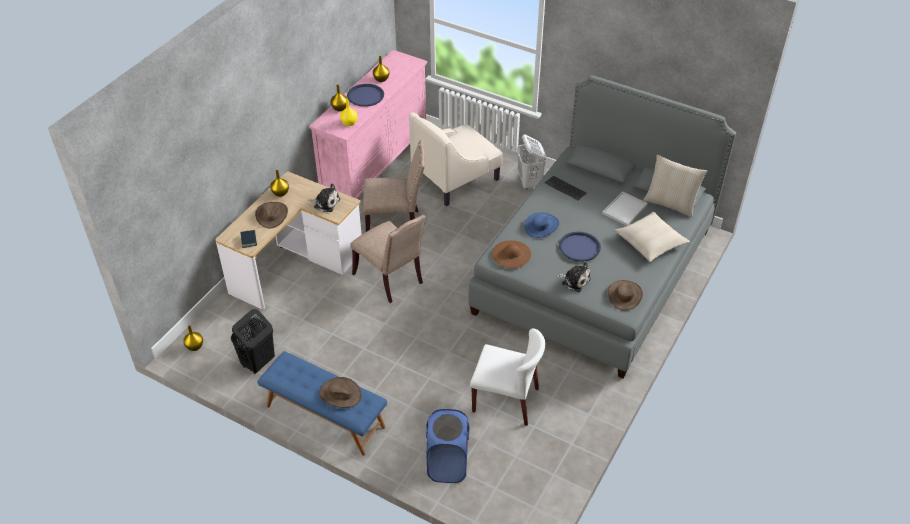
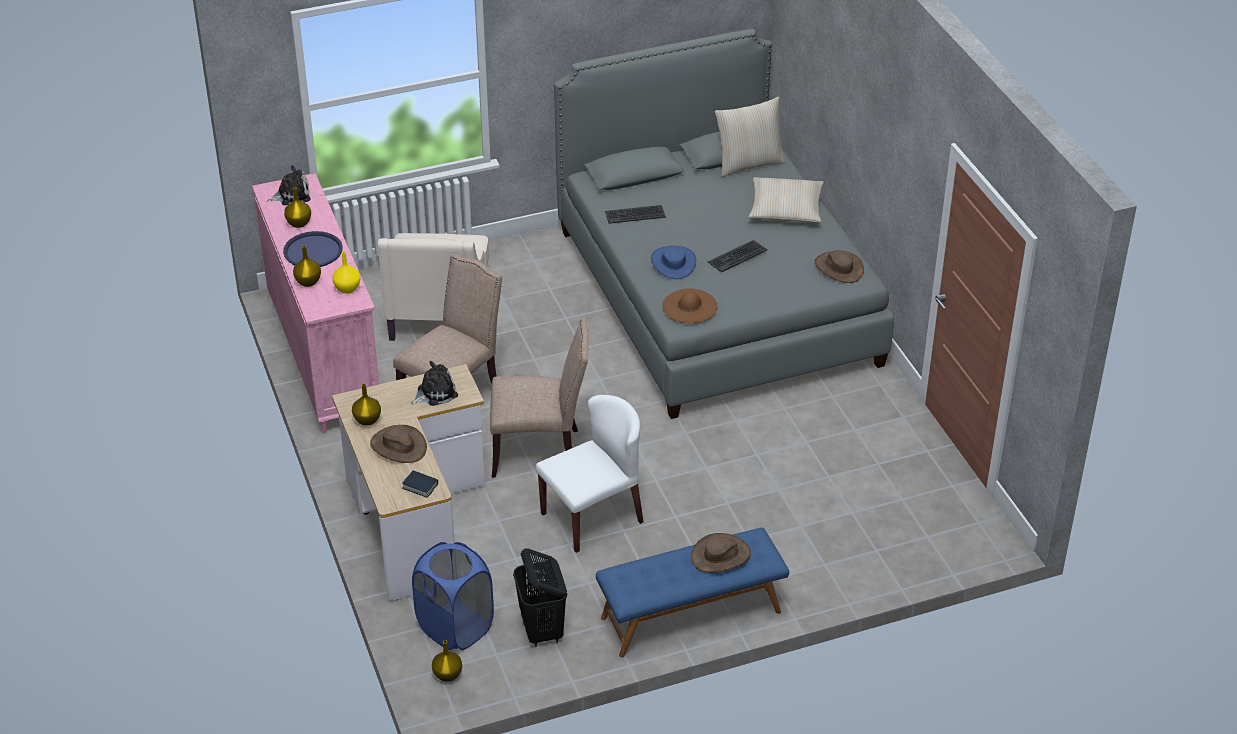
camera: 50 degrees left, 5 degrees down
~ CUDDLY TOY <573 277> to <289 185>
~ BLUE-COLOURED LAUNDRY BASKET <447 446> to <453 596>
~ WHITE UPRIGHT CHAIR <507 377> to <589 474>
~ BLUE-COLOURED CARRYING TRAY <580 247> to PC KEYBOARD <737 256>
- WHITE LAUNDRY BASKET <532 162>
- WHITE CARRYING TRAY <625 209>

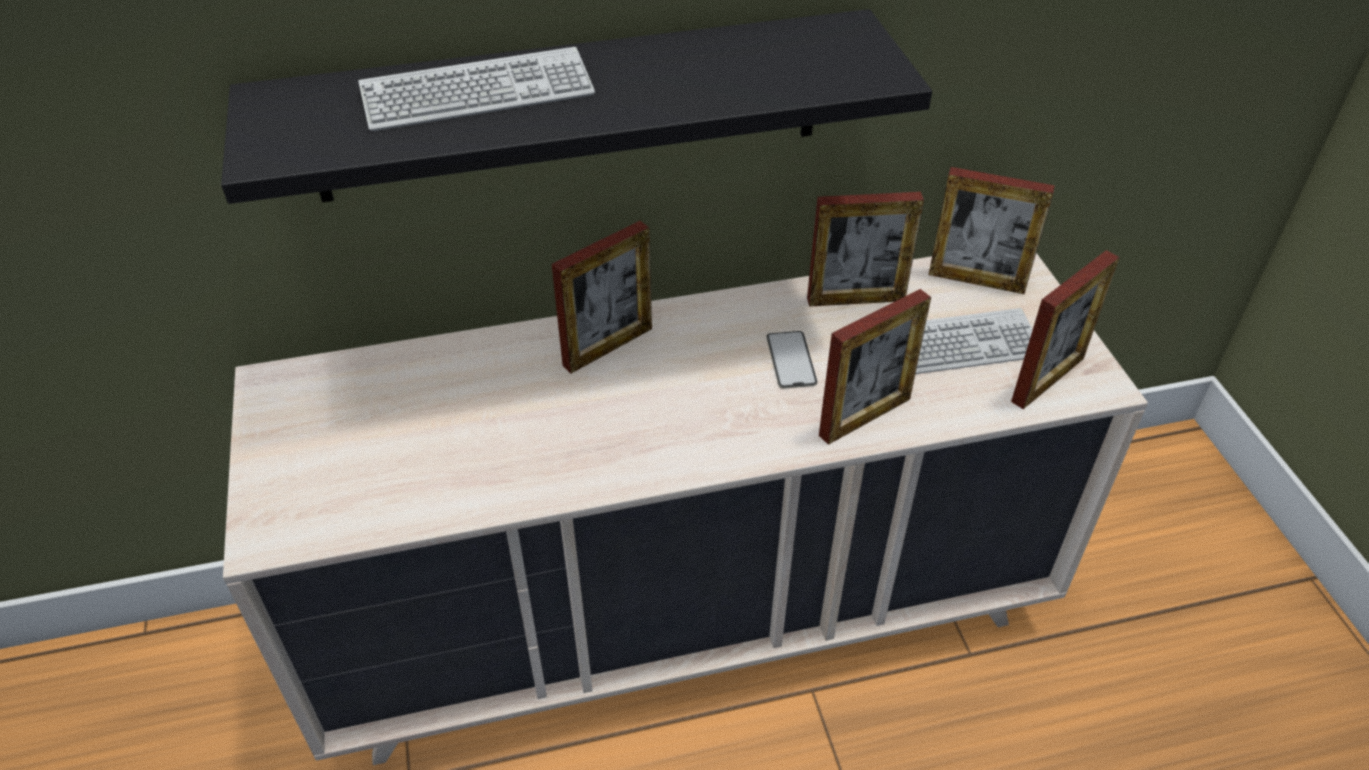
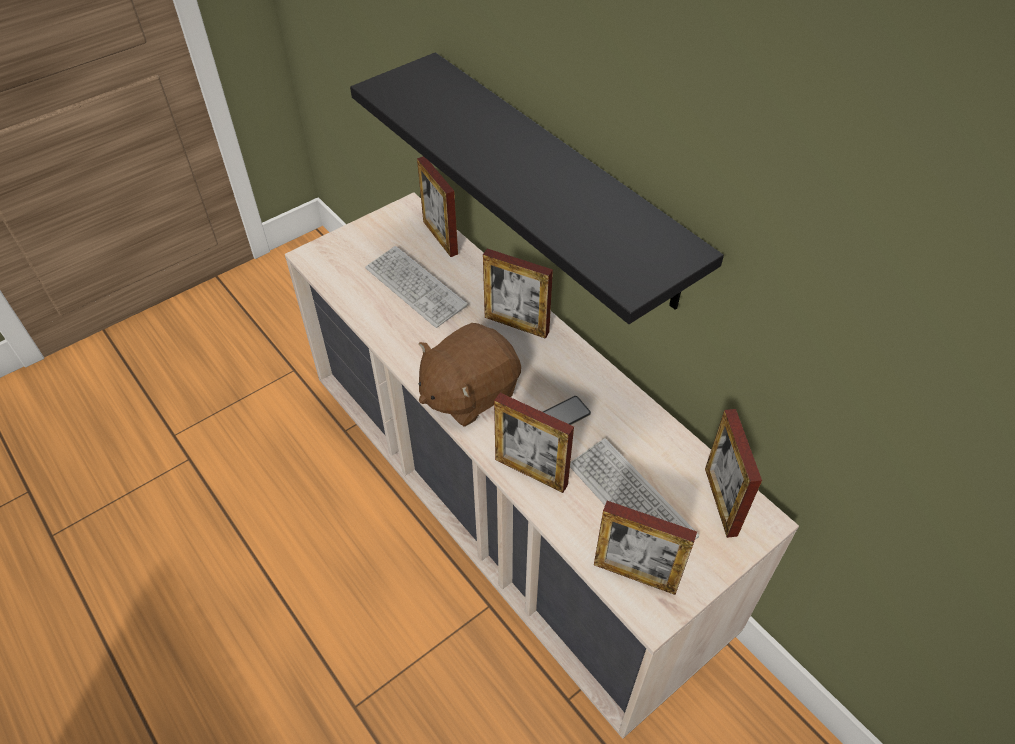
camera: 65 degrees right, 5 degrees up
~ PC KEYBOARD <476 89> to <416 287>
~ PHOTO FRAME <865 249> to <437 206>
+ BROWN CUDDLY TOY <470 375>

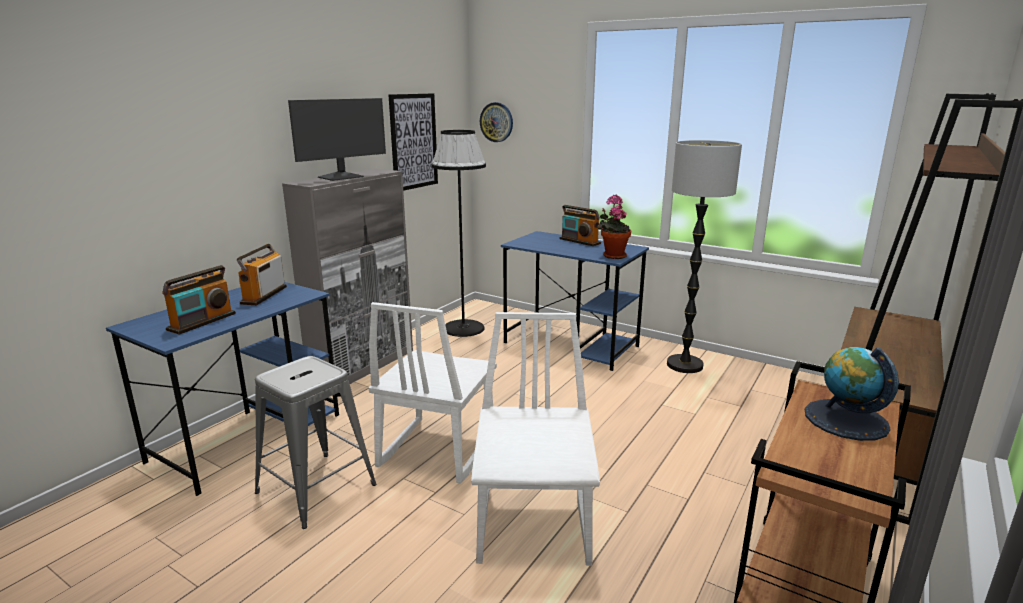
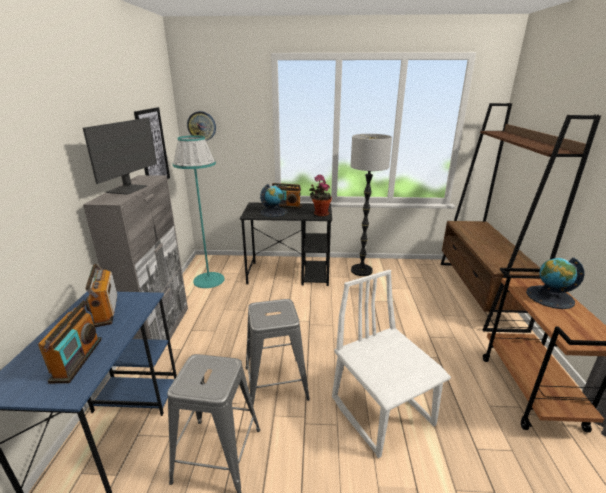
camera: 30 degrees left, 5 degrees up
~ BLACK-COLOURED FLOOR LAMP <458 233> to TURQUOISE FLOOR LAMP <199 211>
~ BLUE-COLOURED DESK TABLE <575 301> to BLACK-COLOURED DESK TABLE <286 244>
~ WHITE UPRIGHT CHAIR <433 393> to GREYISH SITTING STOOL <278 352>
+ WORLD GLOBE <273 200>

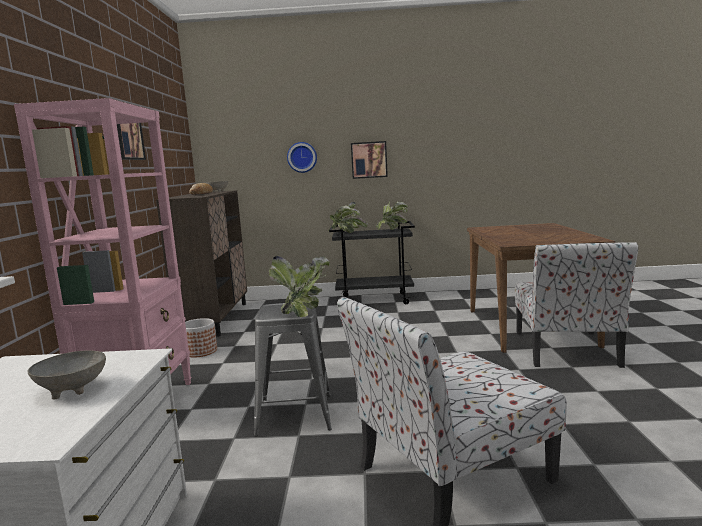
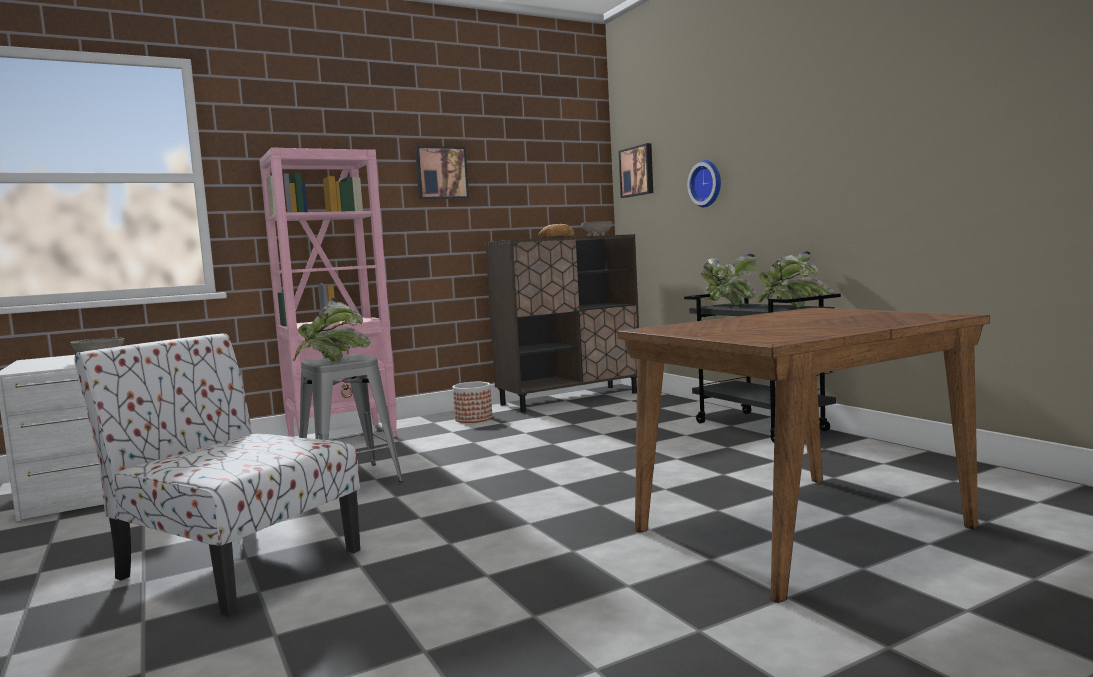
camera: 60 degrees right, 5 degrees down
~ WALL PICTURE <369 160> to <635 170>
- UPRIGHT CHAIR <576 305>

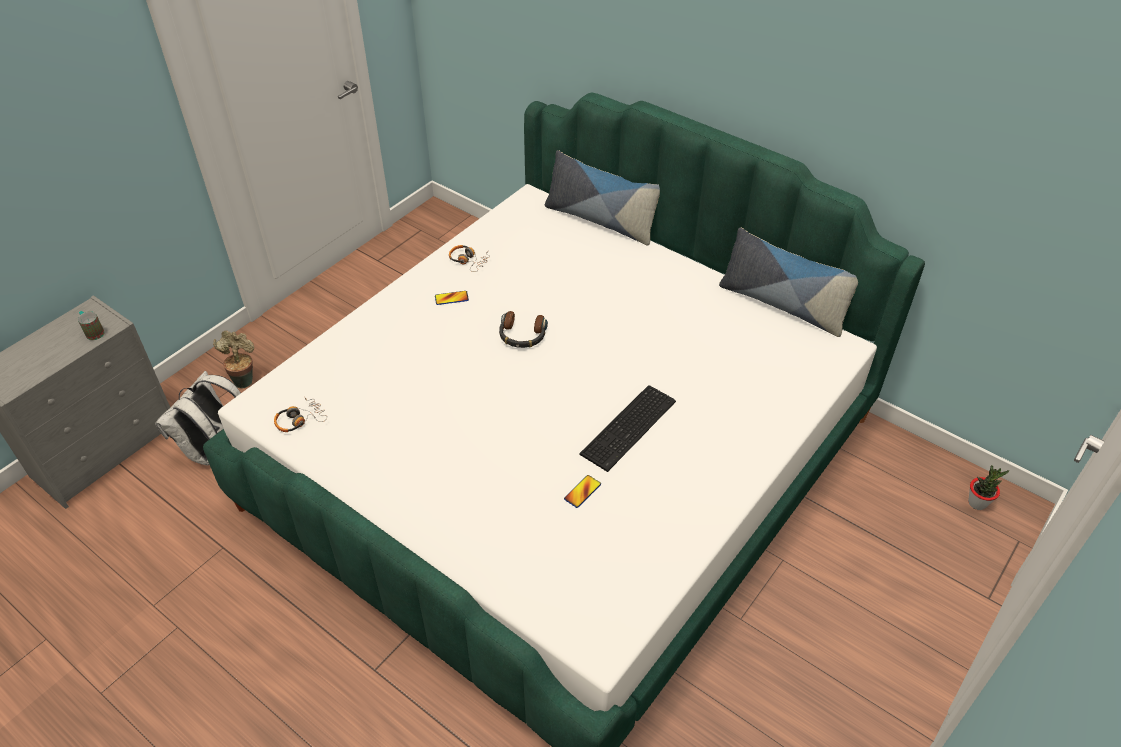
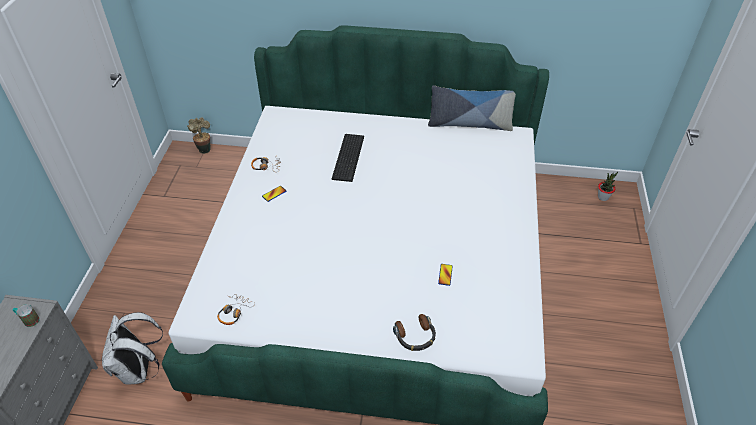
camera: 30 degrees left, 0 degrees up
~ PLANT IN A POT <233 360> to <199 136>
~ PC KEYBOARD <627 428> to <347 158>
~ HEADPHONES <523 329> to <414 332>
- CUSHION <602 198>

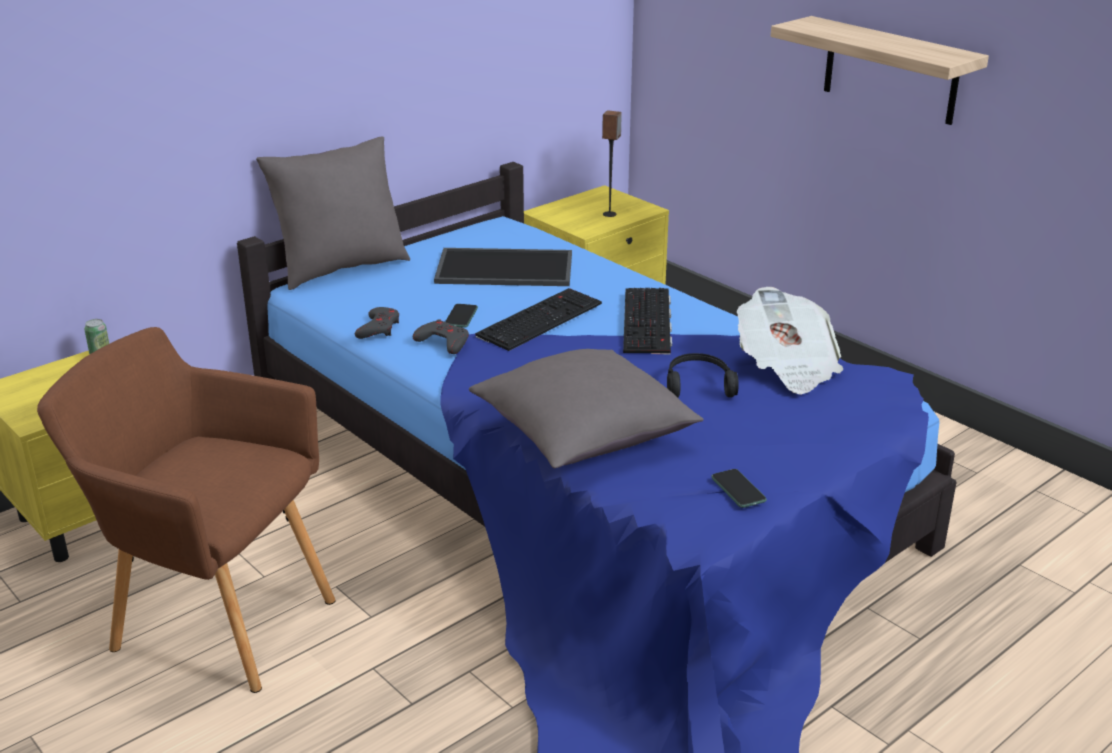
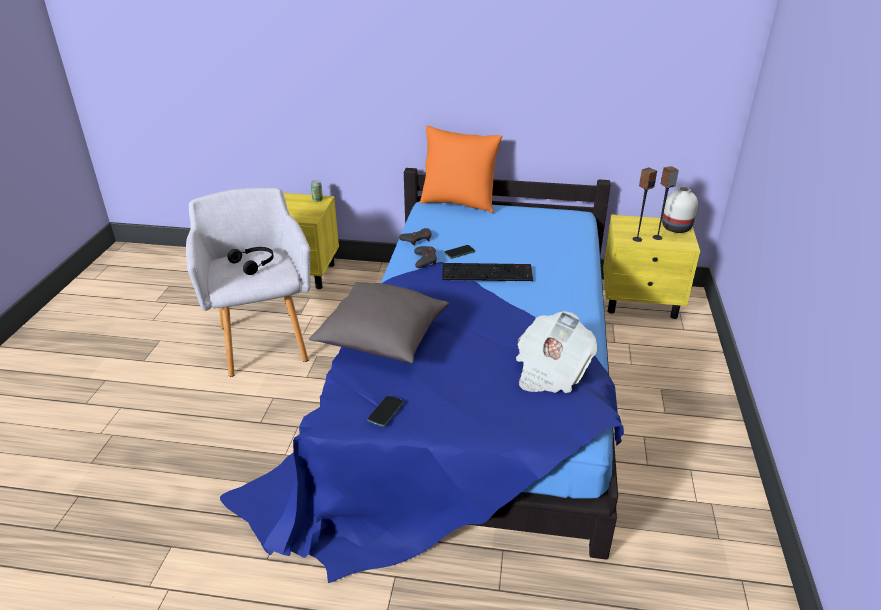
camera: 50 degrees right, 5 degrees up
~ BROWN ARMCHAIR <186 510> to GREYISH ARMCHAIR <248 282>
~ BLACK-COLOURED HEADPHONES <703 375> to <250 261>
~ GREYISH CUSHION <333 213> to ORANGE-COLOURED CUSHION <461 170>
+ LOUDSPEAKER <644 204>
+ WHITE FLOWER VASE <680 210>
- CARRYING TRAY <503 267>
- PC KEYBOARD <647 321>
- BRACKET SHELF <880 70>

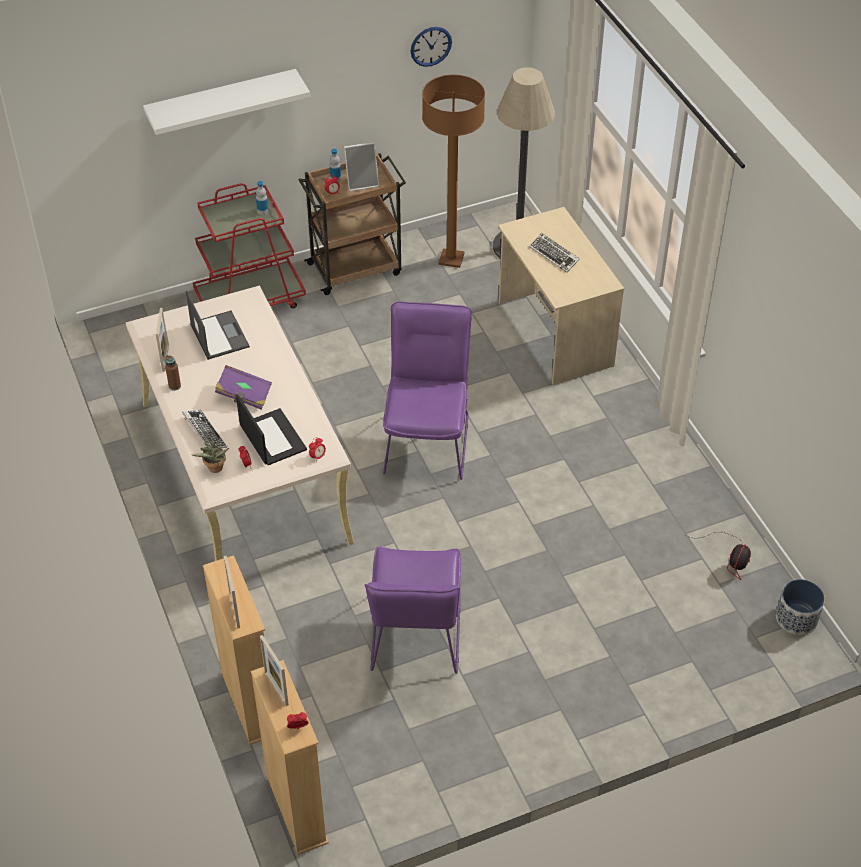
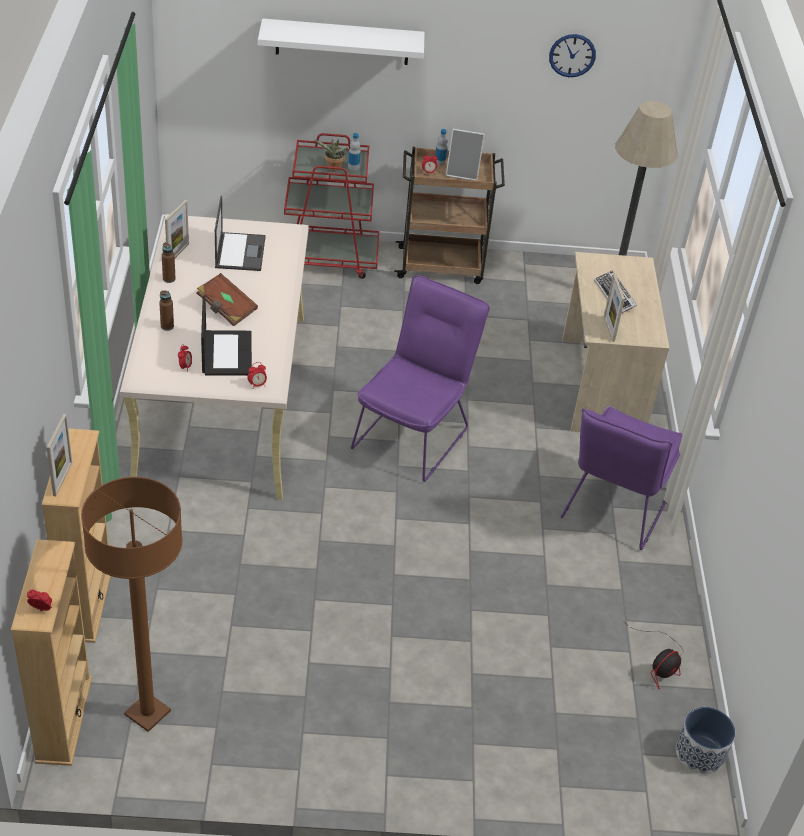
camera: 20 degrees right, 5 degrees down
~ BROWN FLOOR LAMP <453 171> to <132 604>
~ PC KEYBOARD <204 428> to BROWN DRINK BOTTLE <166 310>
~ PURPLE-COLOURED VOLUME <243 387> to BROWN VOLUME <227 299>
~ PLANT IN A POT <210 457> to <330 155>
~ PURPLE-COLOURED UPRIGHT CHAIR <413 610> to <622 478>
~ PHOTO FRAME <274 670> to <614 308>

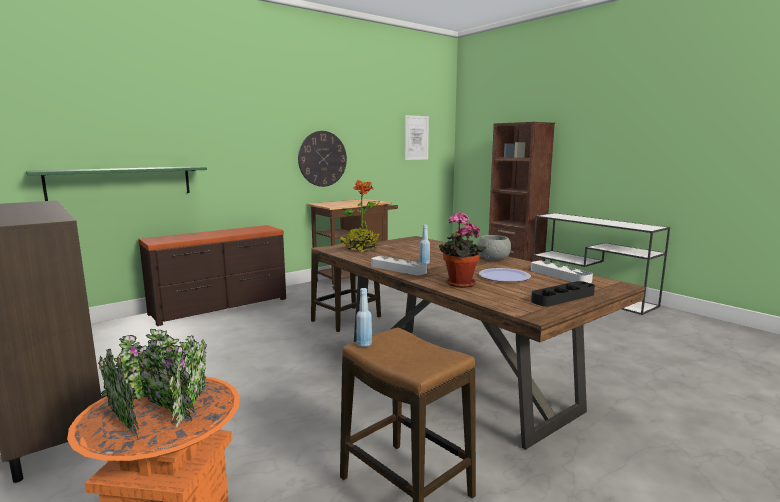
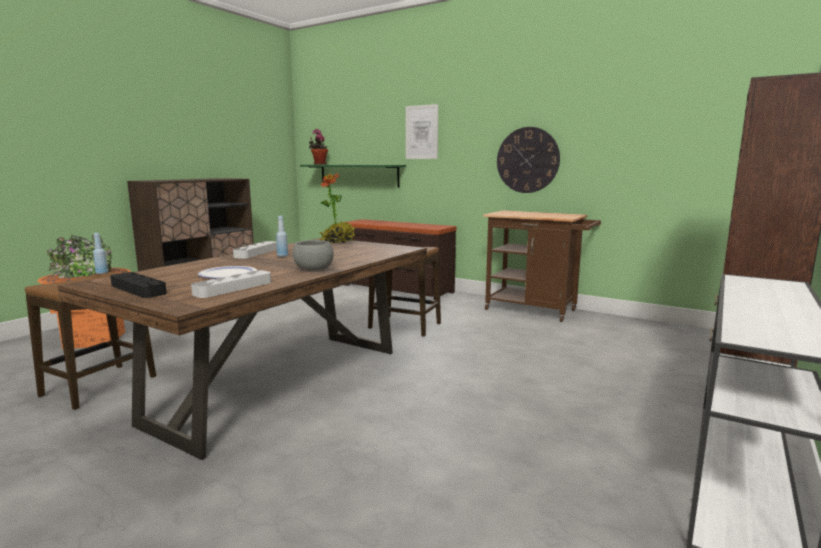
camera: 70 degrees right, 0 degrees up
~ PLANT IN A POT <462 250> to <318 147>
~ WALL PICTURE <417 137> to <422 131>

